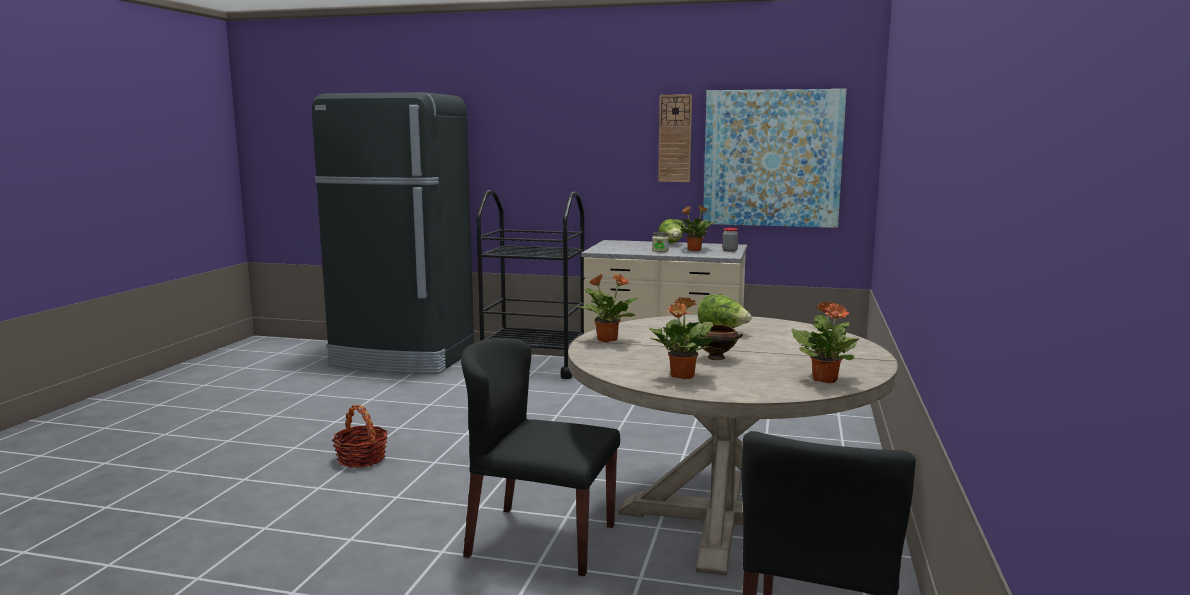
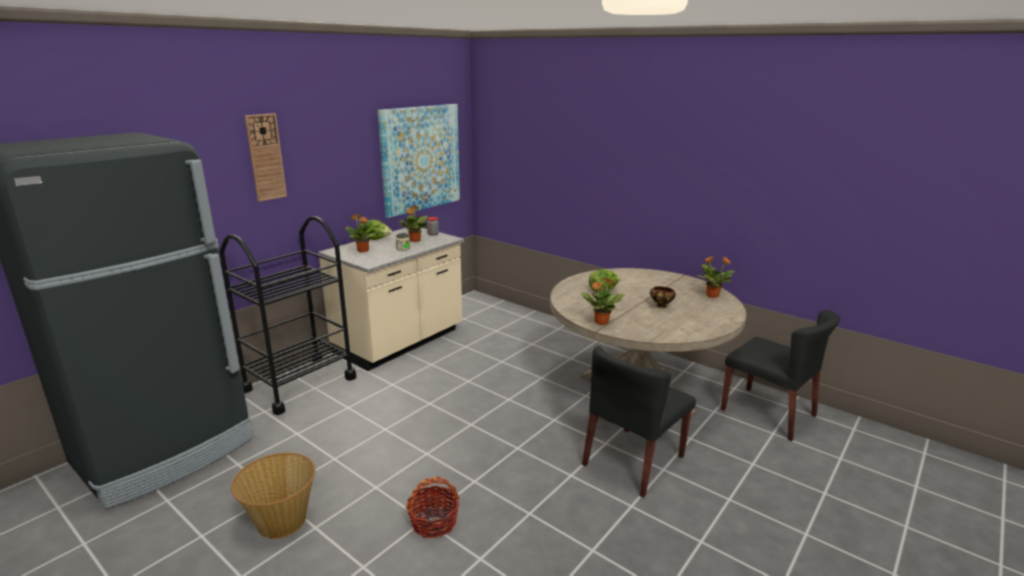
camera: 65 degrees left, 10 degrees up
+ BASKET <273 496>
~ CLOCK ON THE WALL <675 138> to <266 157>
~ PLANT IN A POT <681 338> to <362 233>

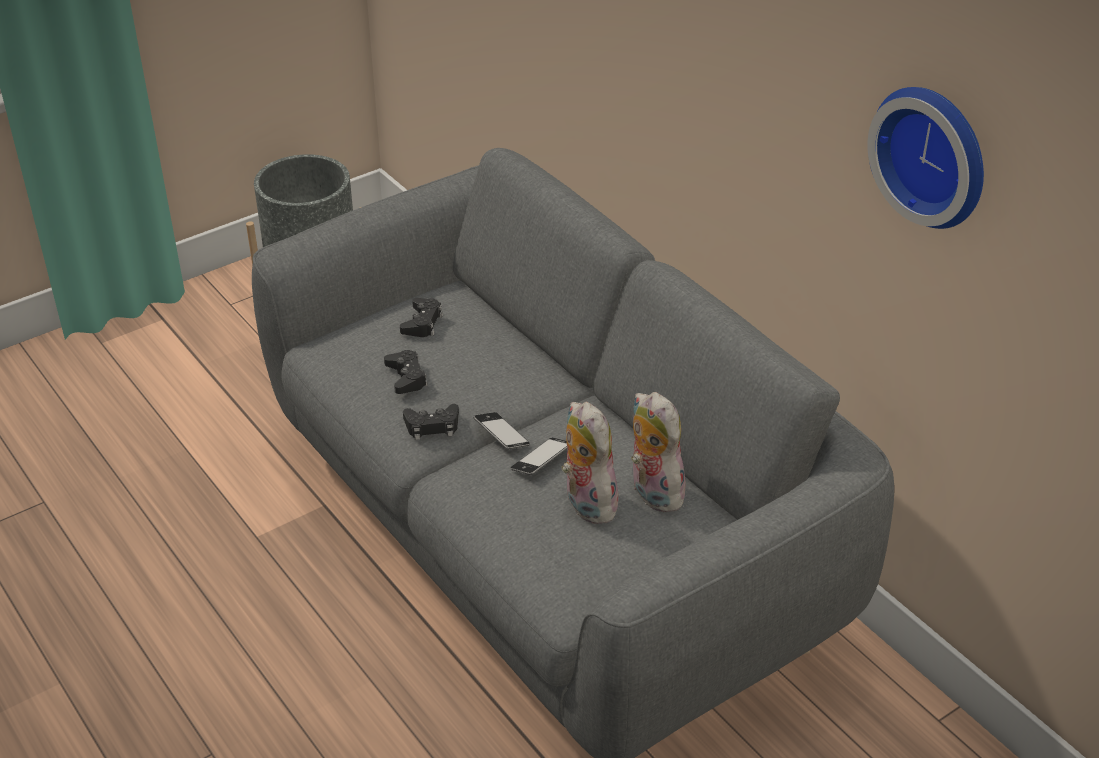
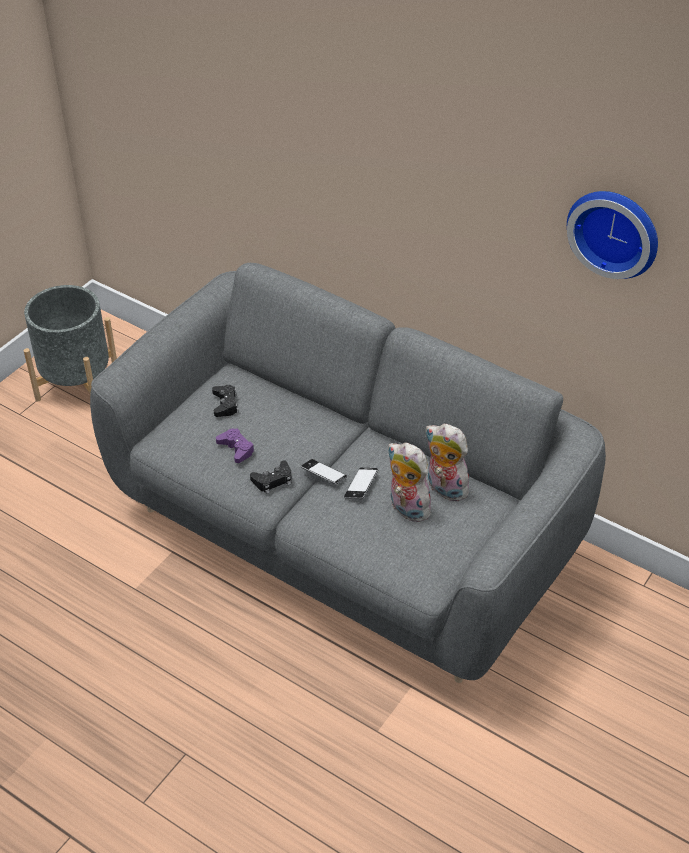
camera: 20 degrees left, 5 degrees up
~ BLACK-COLOURED GAME CONTROLLER <406 372> to PURPLE-COLOURED GAME CONTROLLER <235 446>

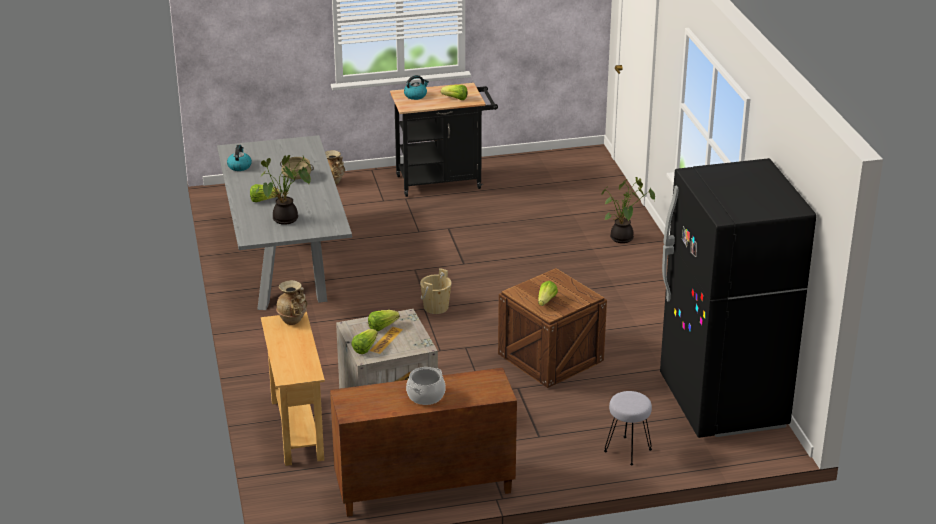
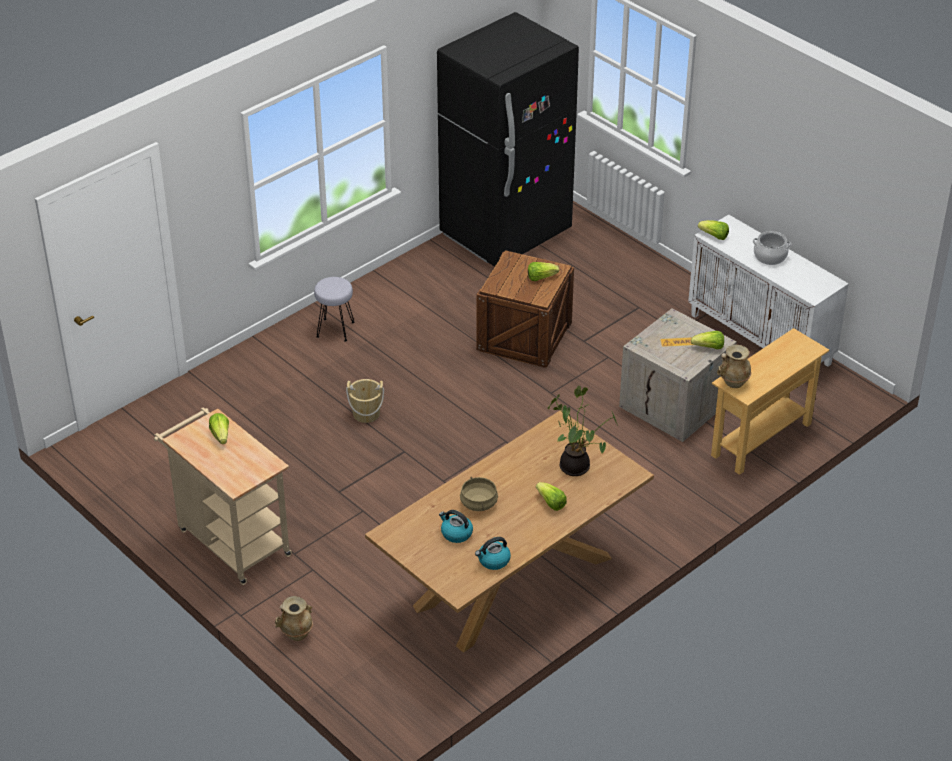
camera: 120 degrees left, 10 degrees up
~ BLACK-COLOURED WHEELED CART <444 140> to BEIGE WHEELED CART <223 496>
~ GREYISH SITTING STOOL <628 428> to <334 309>
~ BEIGE BUCKET <436 291> to <365 401>
~ GREYISH KITCHEN TABLE <284 222> to BROWN KITCHEN TABLE <509 531>
~ WATER KETTLE <416 87> to <456 526>
~ BROWN CUPBOARD <423 442> to WHITE CUPBOARD <768 300>
~ LETTUCE HEAD <384 320> to <713 230>
- PLANT IN A POT <628 210>

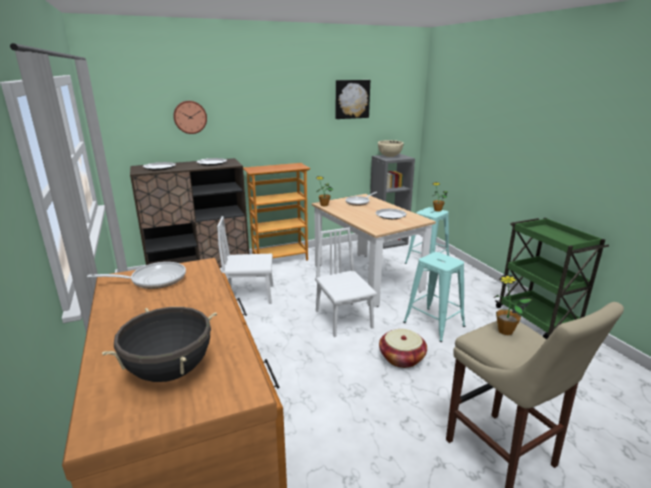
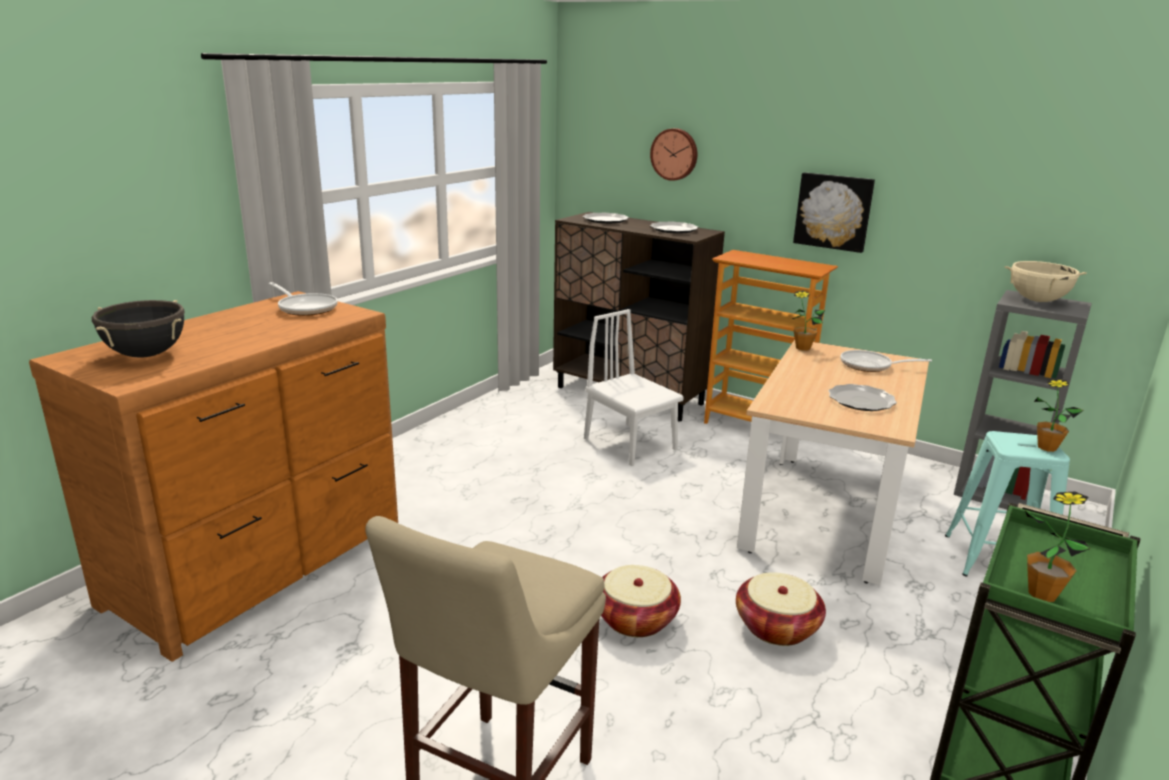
camera: 55 degrees right, 0 degrees up
~ TURQUOISE SITTING STOOL <434 297> to BASKET <781 609>
~ WALL PICTURE <352 99> to <834 212>
~ PLANT IN A POT <513 305> to <1057 547>
- WHITE UPRIGHT CHAIR <346 282>

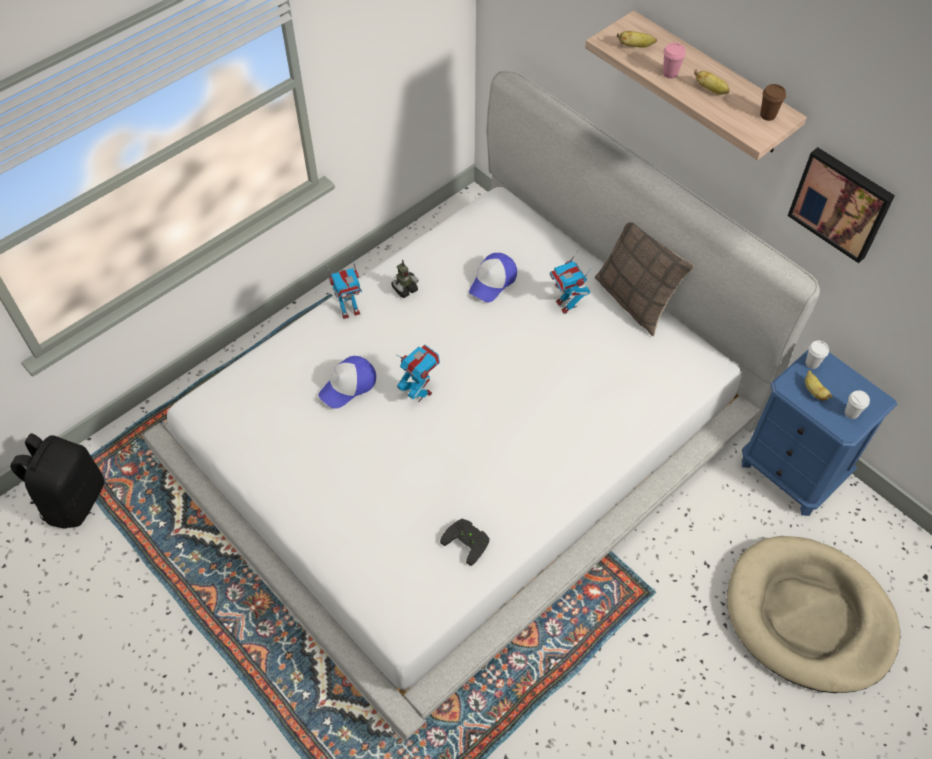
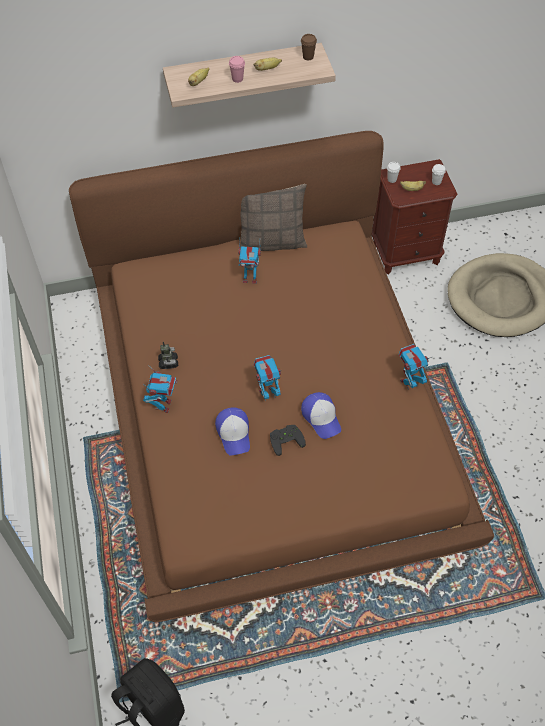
camera: 60 degrees left, 0 degrees up
~ WHITE BED <481 406> to BROWN BED <281 376>
~ BLACK-COLOURED GAME CONTROLLER <465 542> to <288 440>
~ PEAKED CAP <493 277> to <321 415>
~ BLUE-COLOURED BEDSIDE TABLE <819 432> to BROWN BEDSIDE TABLE <415 216>
+ TOY ROBOT <415 367>
- WALL PICTURE <841 205>

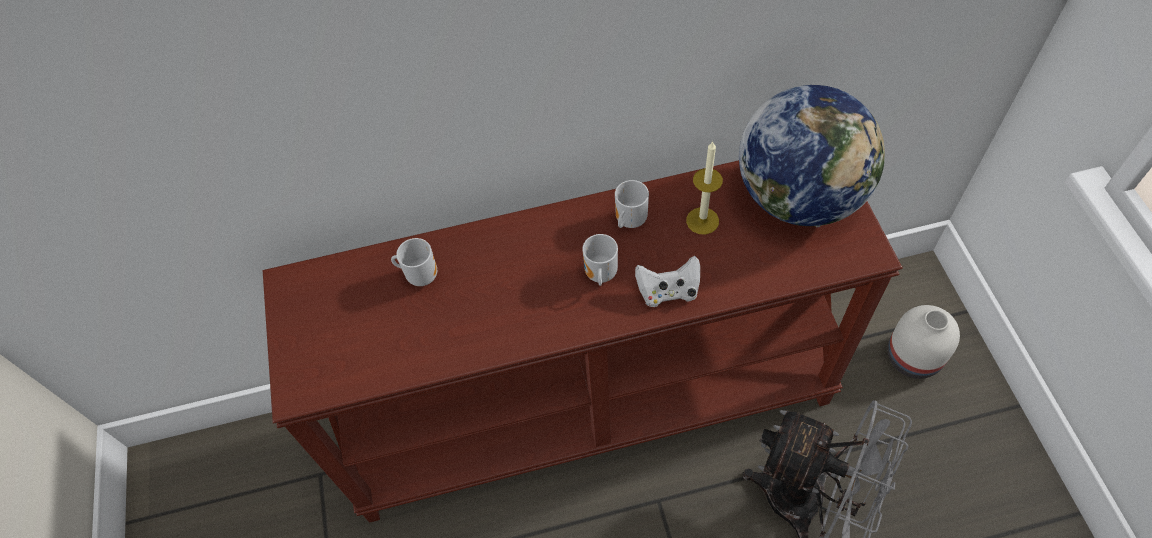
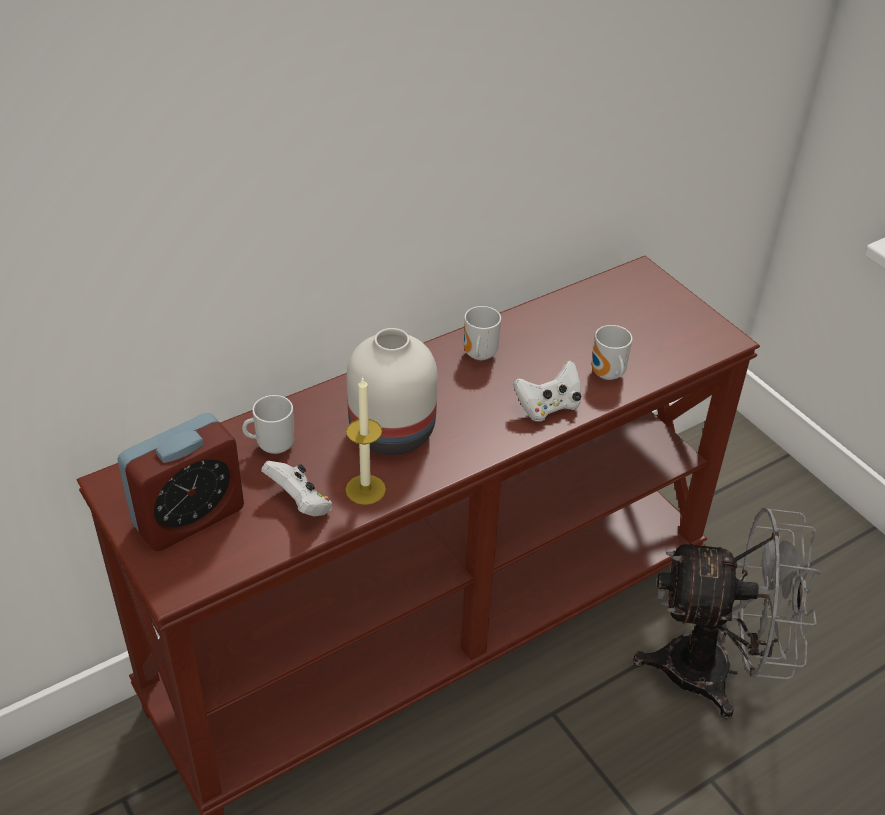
camera: 25 degrees left, 15 degrees down
+ TABLE CLOCK <181 482>
+ WHITE GAME CONTROLLER <296 489>
~ WAX LIGHT <704 188> to <365 441>
~ WHITE FLOWER VASE <924 342> to <392 391>
~ COFFEE MUG <600 260> to <612 352>
- WORLD GLOBE <812 156>

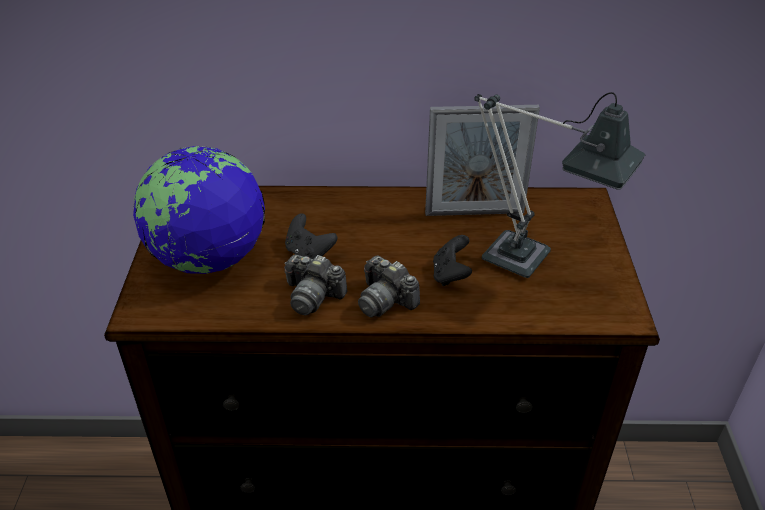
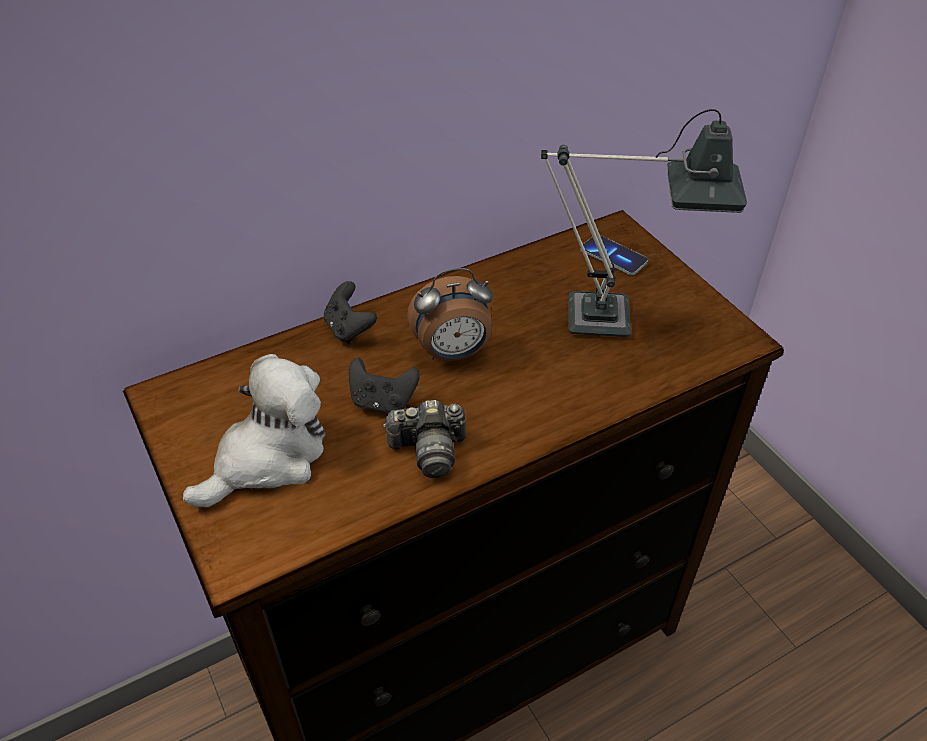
camera: 30 degrees left, 5 degrees up
~ WORLD GLOBE <199 210> to CUDDLY TOY <254 431>
~ BLACK-COLOURED GAME CONTROLLER <452 260> to <350 312>
+ TABLE CLOCK <450 314>
+ TELEPHONE <614 255>
- PHOTO CAMERA <389 286>
- PHOTO FRAME <482 160>

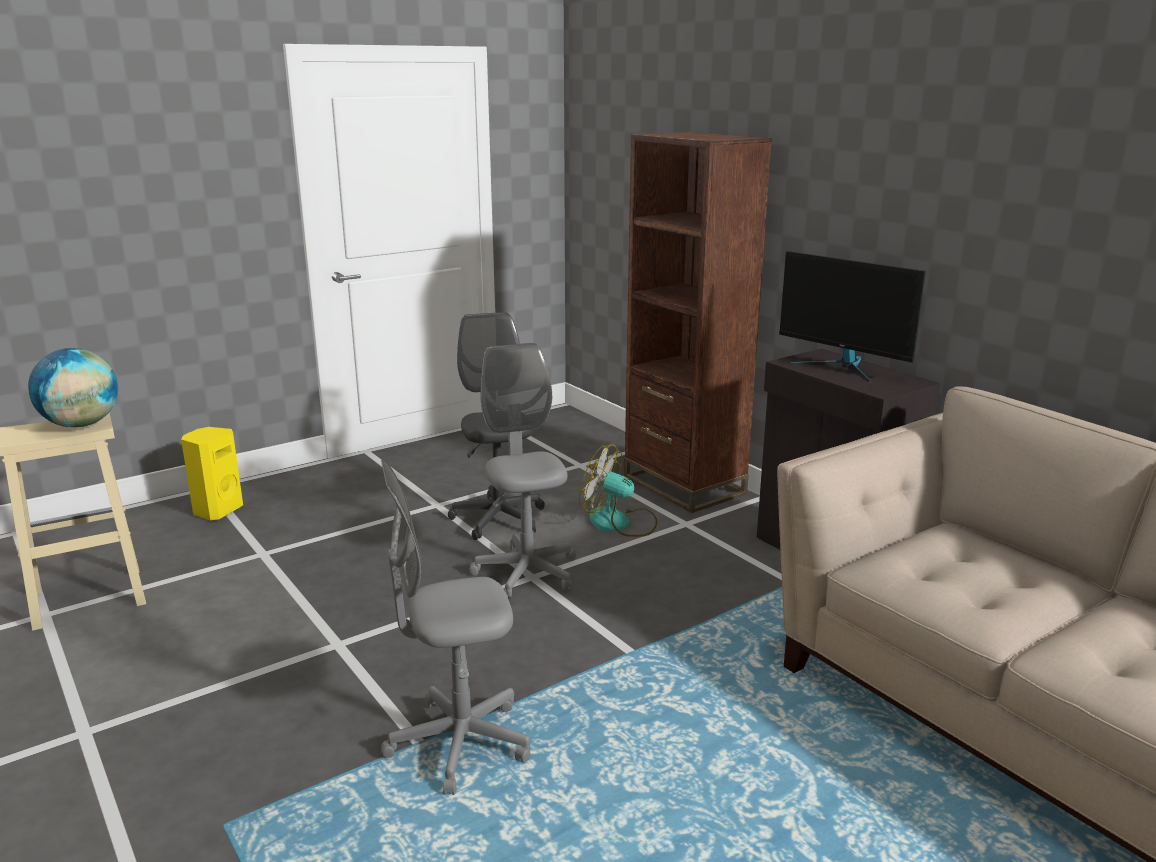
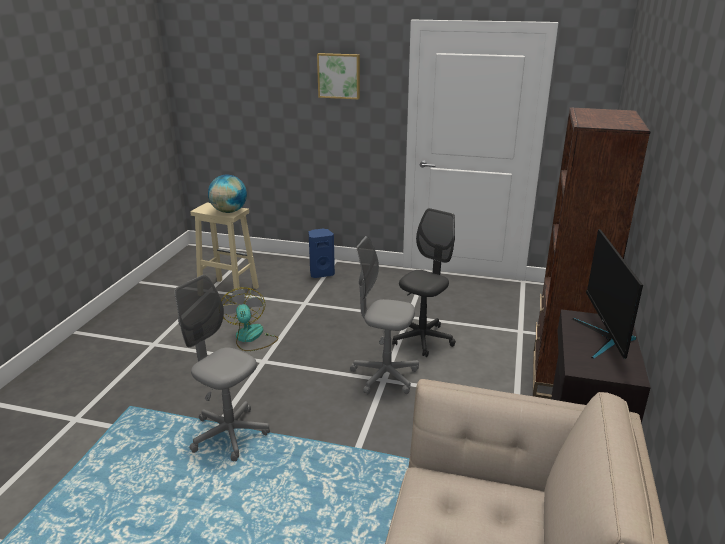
camera: 50 degrees right, 5 degrees up
~ ELECTRIC FAN <618 490> to <249 319>
~ YELLOWISH LOUDSPEAKER <212 473> to BLUE-COLOURED LOUDSPEAKER <321 253>
+ WALL PICTURE <338 76>
~ GREYISH OFFICE CHAIR <523 470> = <384 315> 105 degrees counterclockwise

